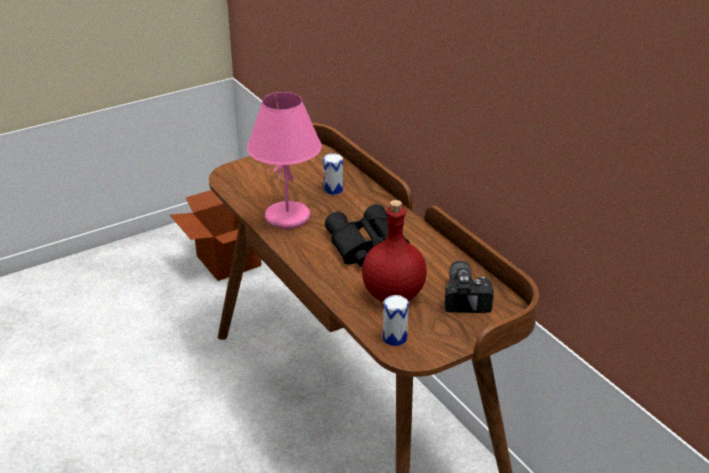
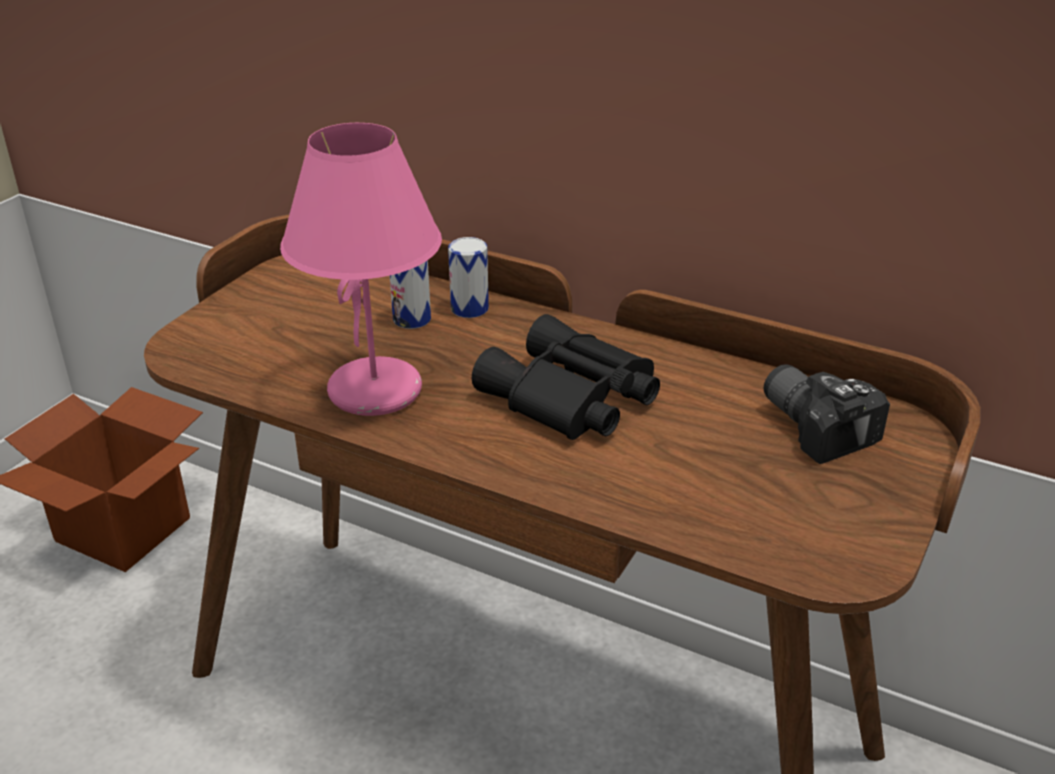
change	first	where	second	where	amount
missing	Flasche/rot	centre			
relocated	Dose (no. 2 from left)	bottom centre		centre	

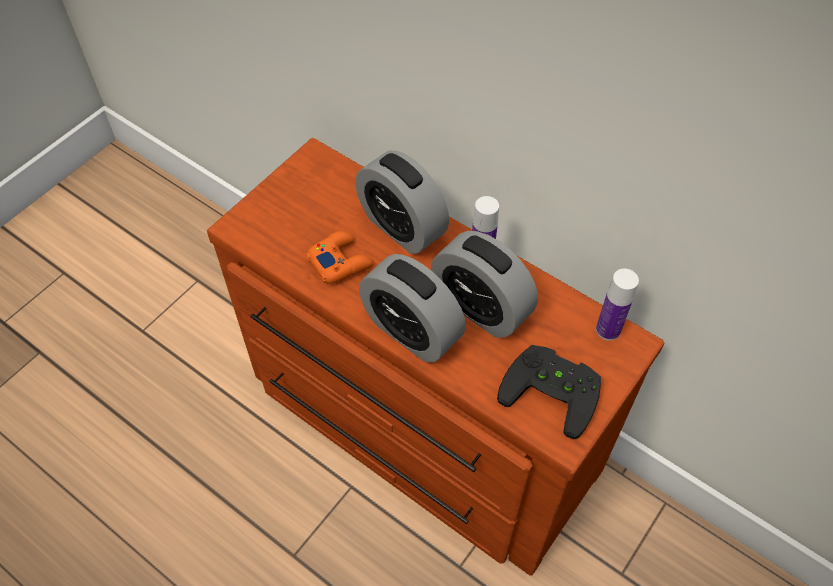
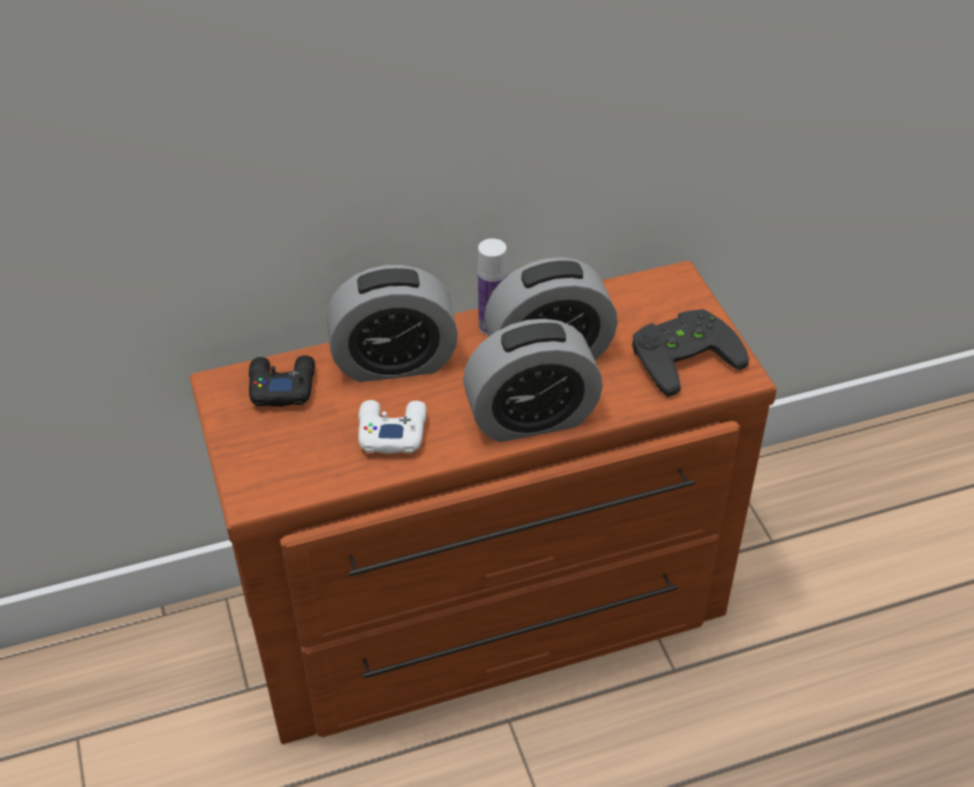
change	first	where	second	where	amount
colour	Gamepad/orange	centre	Gamepad/weiß	centre	
missing	Flasche (no. 2 from left)	middle right			
appeared			Gamepad/schwarz (no. 1 from left)	middle left	

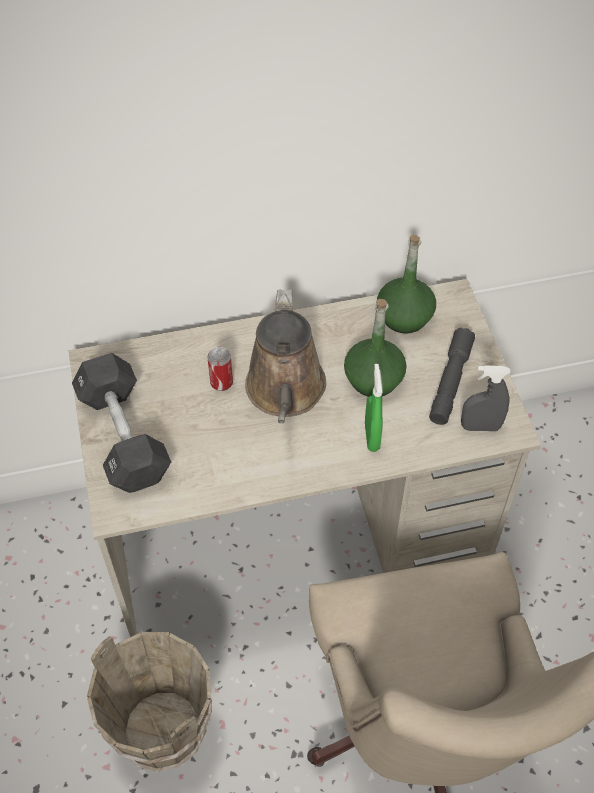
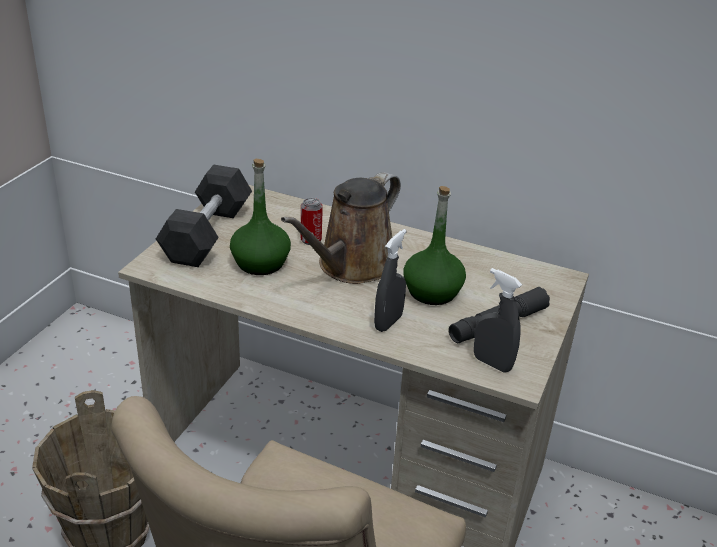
change	first	where	second	where	amount
colour	Sprühflasche/grün	centre	Sprühflasche/grau (no. 1 from left)	centre	
relocated	Flasche/grün (no. 2 from left in the first image)	middle right	Flasche/grün (no. 1 from left)	centre	

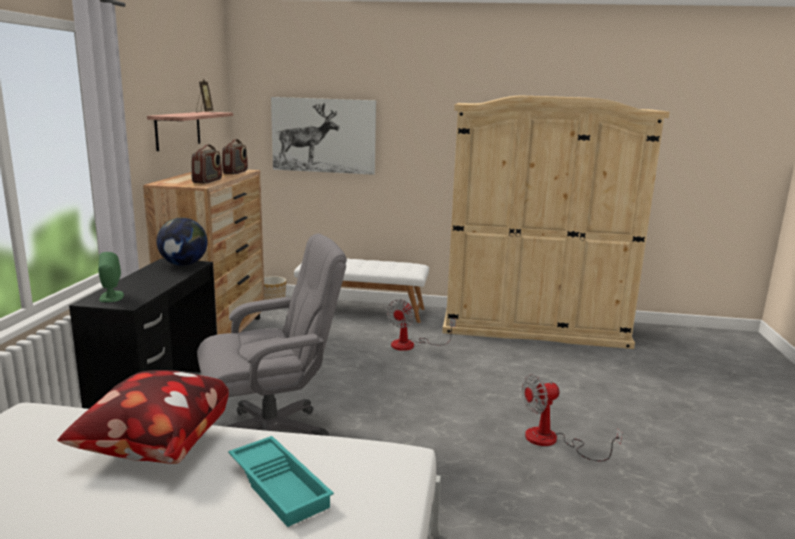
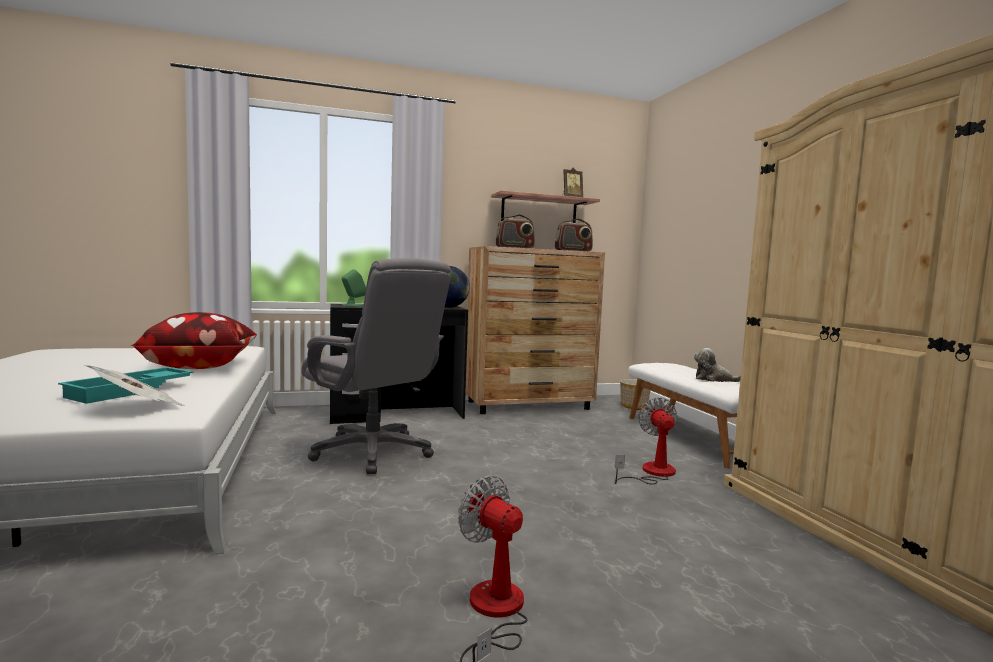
change	first	where	second	where	amount
missing	Bild	top centre			
spun	Ventilator (no. 1 from left in the first image)	centre	Ventilator (no. 2 from left)	centre	90 degrees clockwise
appeared			Zeitung	middle left	
appeared			Plüschtier	middle right	

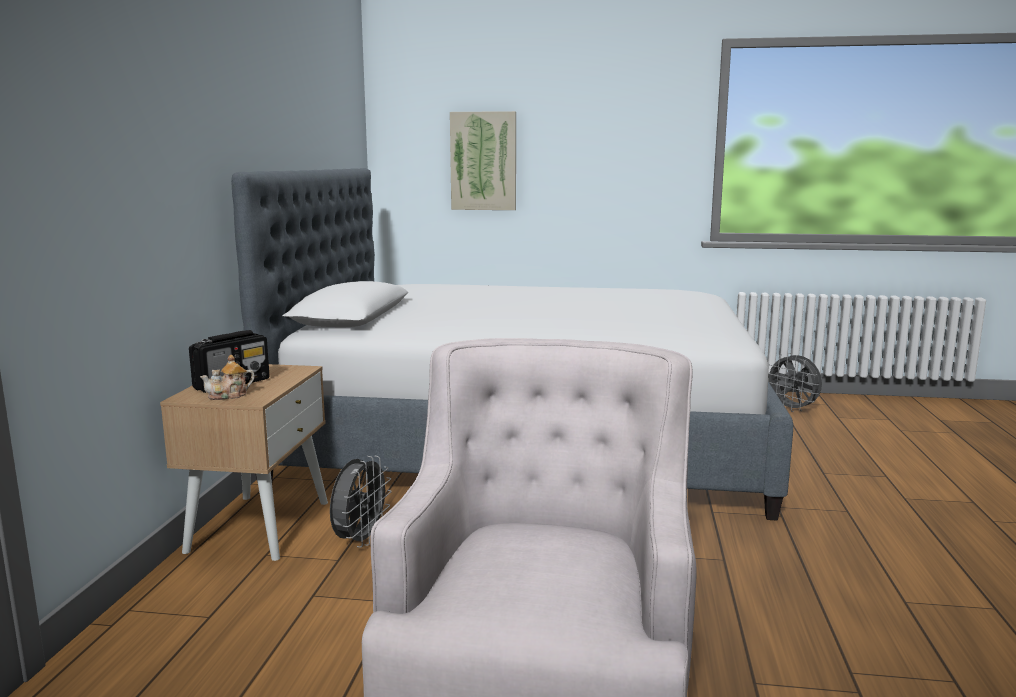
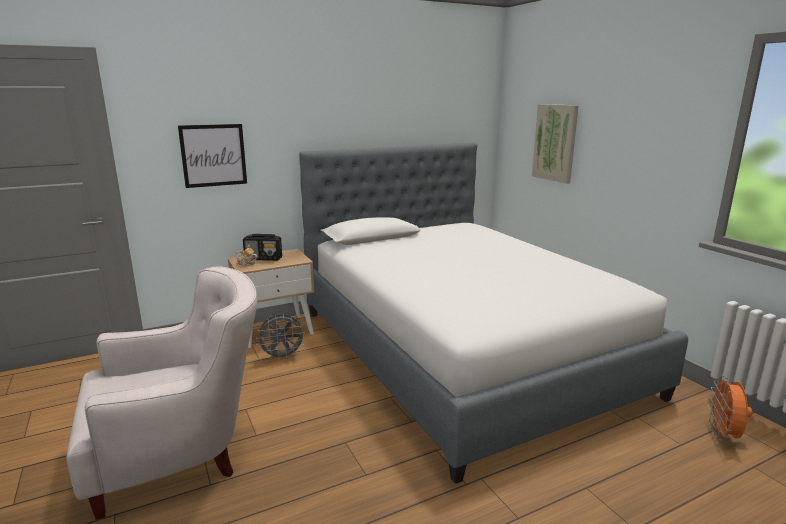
change	first	where	second	where	amount
colour	Ventilator/grau (no. 2 from left)	middle right	Ventilator/orange	bottom right	
appeared			Bild (no. 1 from left)	top left	

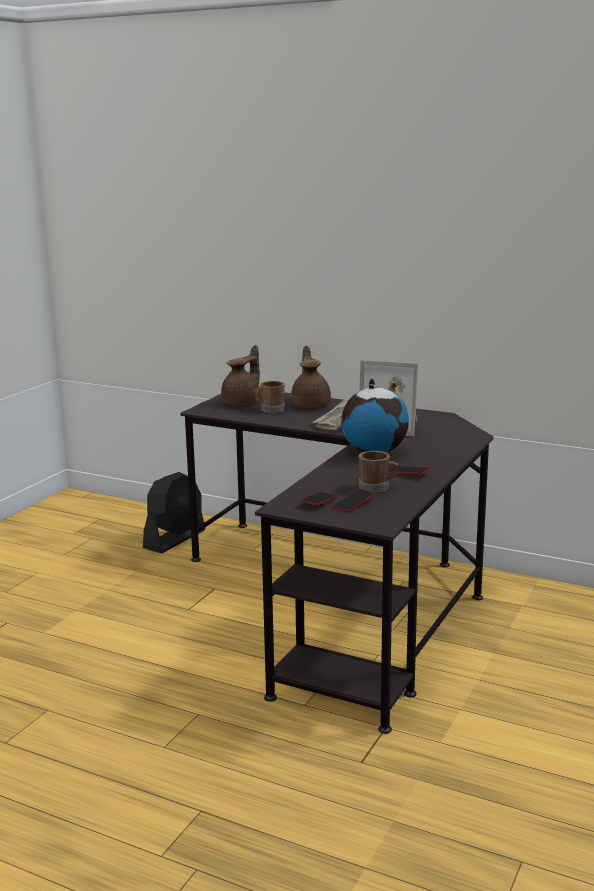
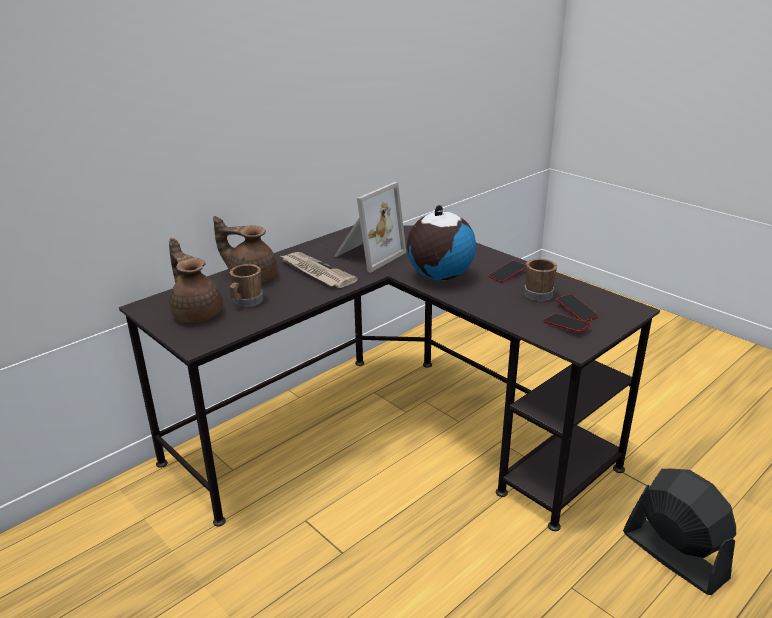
change	first	where	second	where	amount
relocated	Ventilator/schwarz	middle left		bottom right	

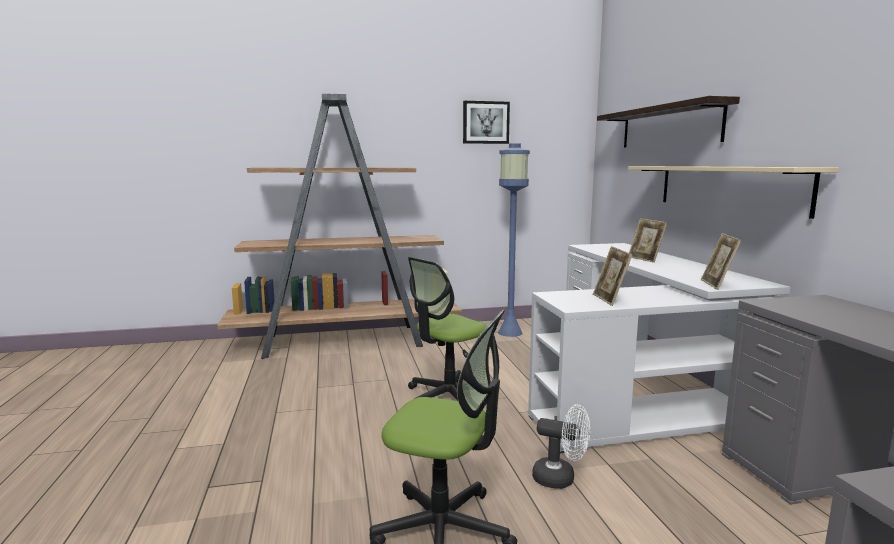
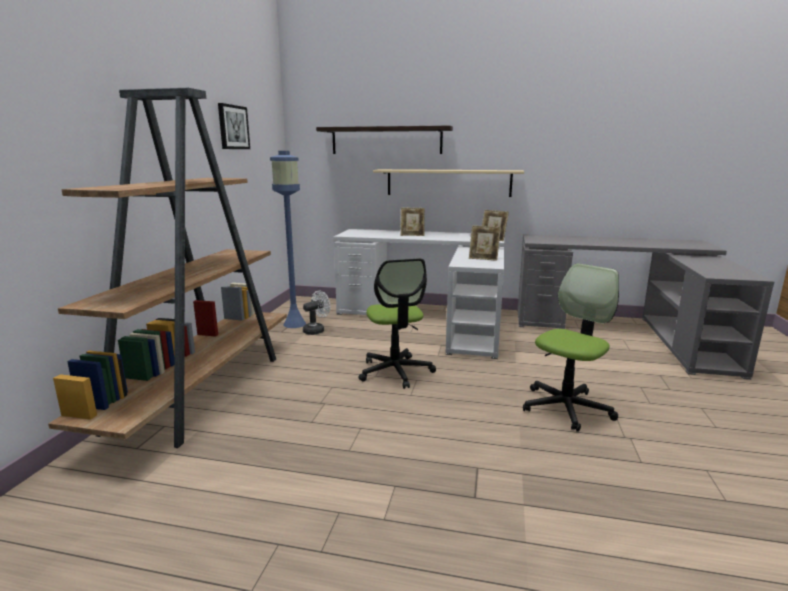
change	first	where	second	where	amount
relocated	Ventilator/weiß	bottom centre		centre	

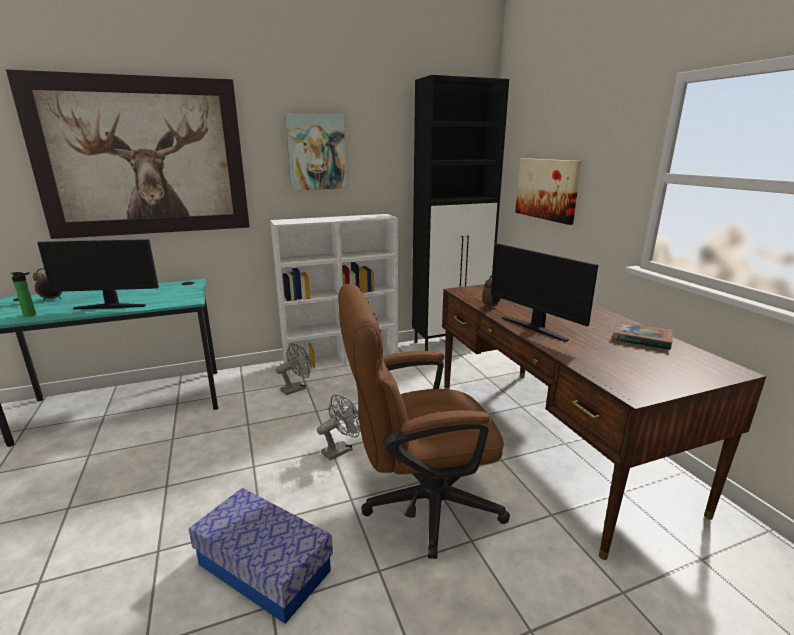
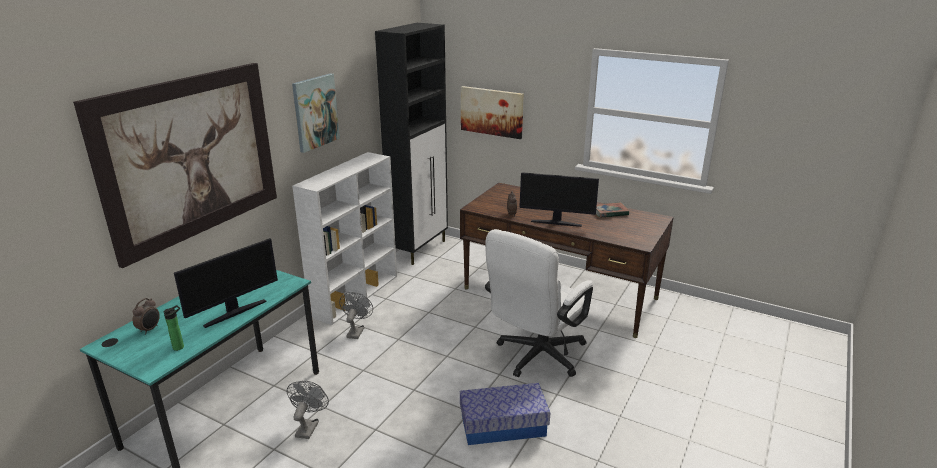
change	first	where	second	where	amount
relocated	Ventilator/grau (no. 2 from left in the first image)	bottom centre	Ventilator/grau (no. 1 from left)	bottom left	
colour	Bürostuhl/braun	centre	Bürostuhl/weiß	centre	

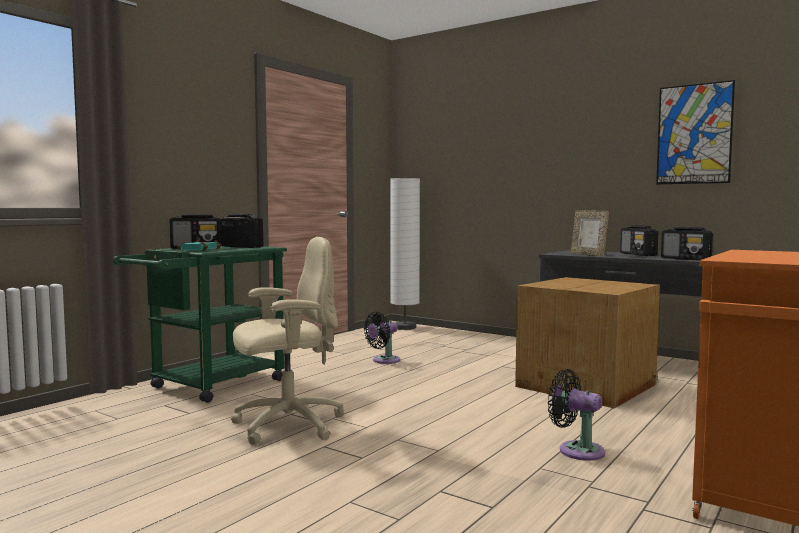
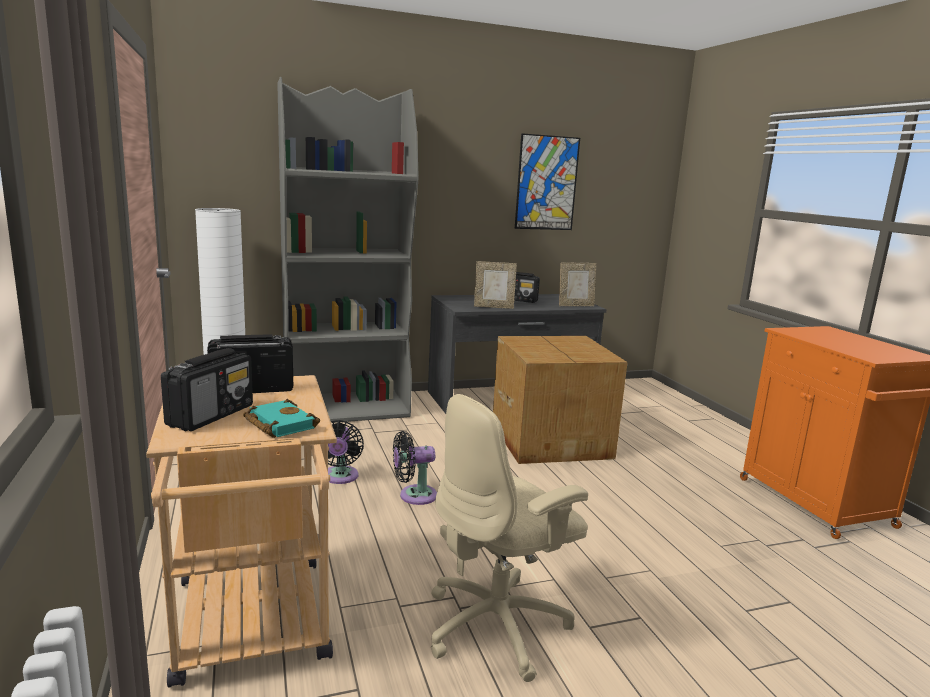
change	first	where	second	where	amount
colour	Rollwagen/grün	middle left	Rollwagen/beige	bottom left	
spun	Bürostuhl/beige	centre		bottom centre	135 degrees counterclockwise
relocated	Ventilator/schwarz (no. 2 from left)	bottom right		bottom centre	
exchanged	Radio (no. 4 from left)	middle right	Bilderrahmen (no. 2 from left)	centre	
appeared			Bücherregal/grau	centre	

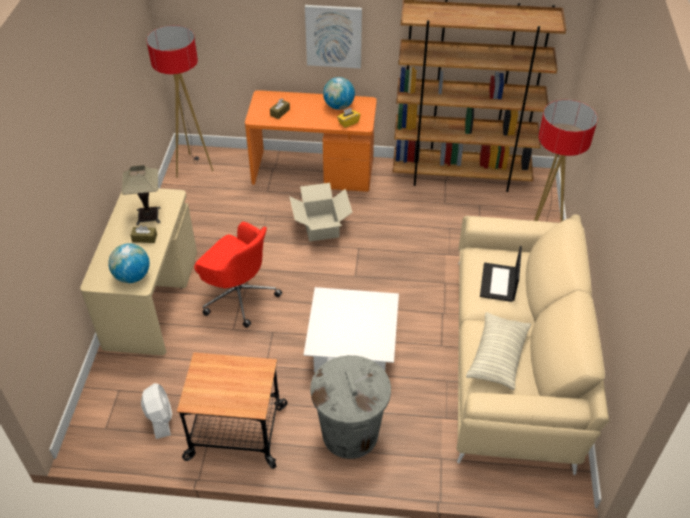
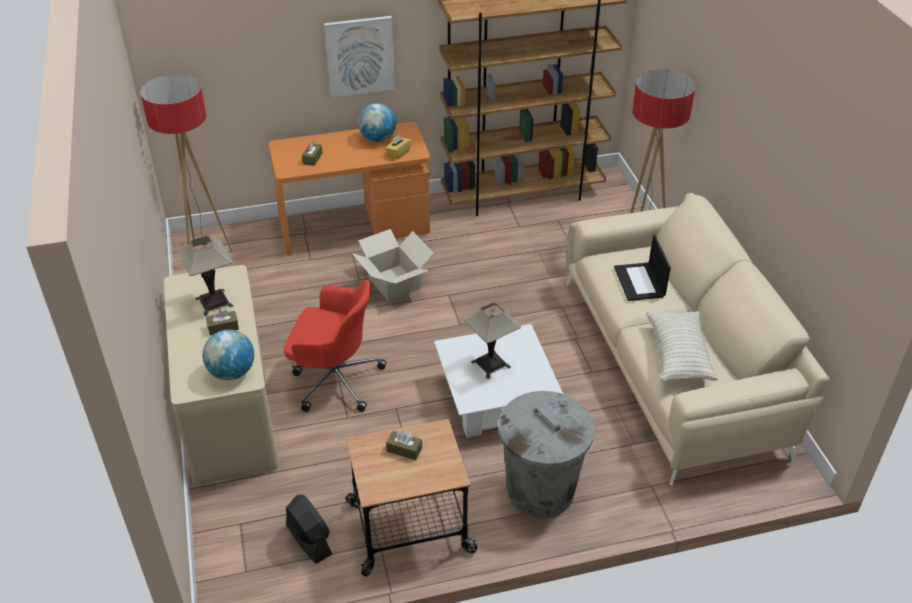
change	first	where	second	where	amount
colour	Ventilator/weiß	bottom left	Ventilator/schwarz	bottom centre	
appeared			Taschentuchbox/braun (no. 3 from left)	bottom centre	
appeared			Tischlampe (no. 2 from left)	centre	

